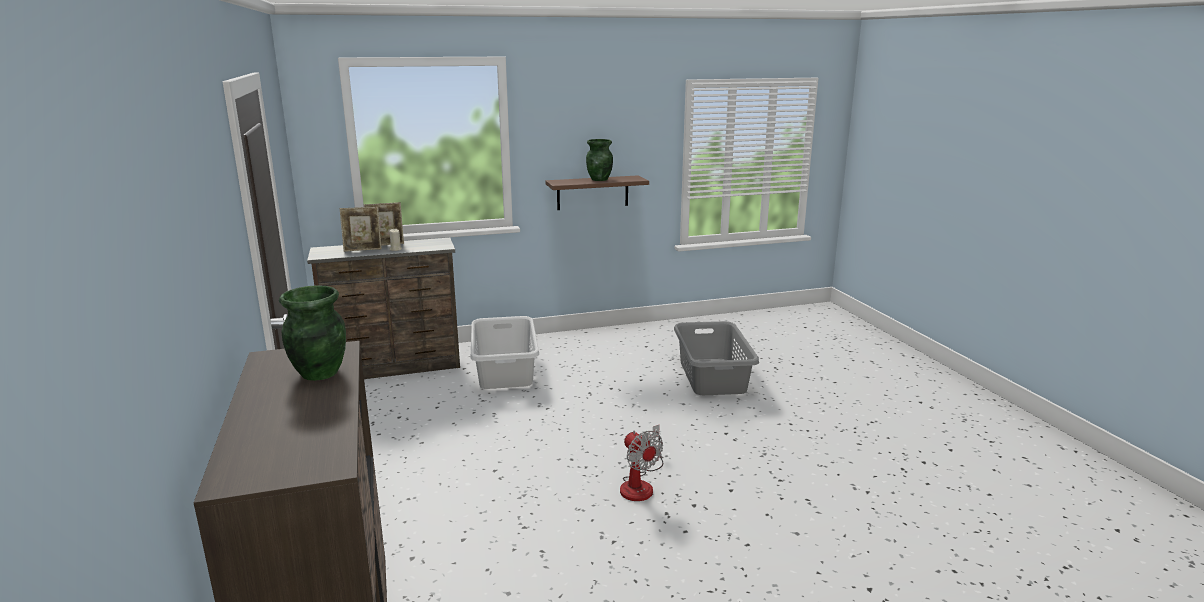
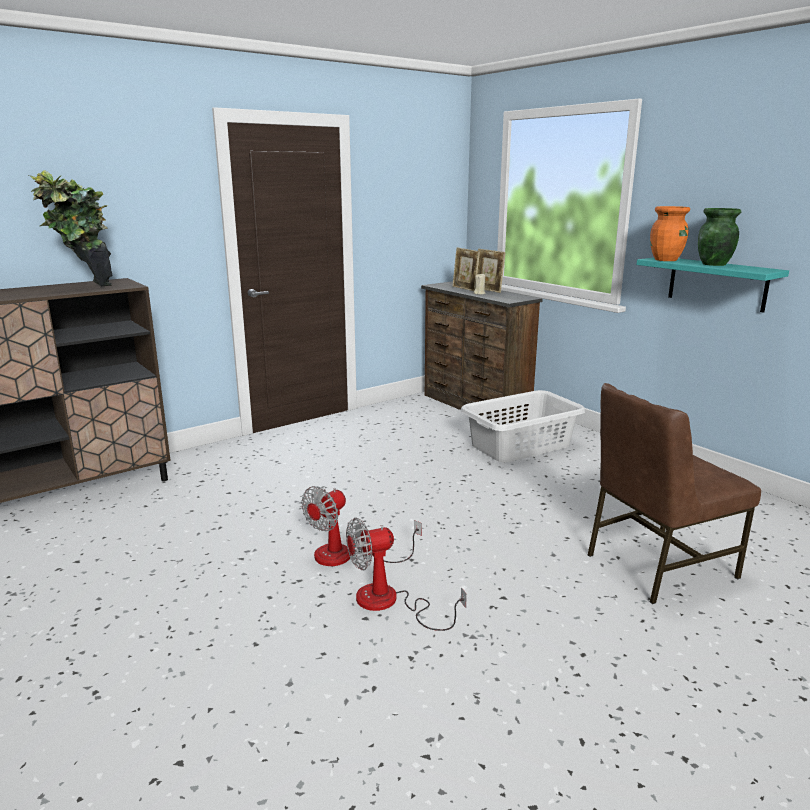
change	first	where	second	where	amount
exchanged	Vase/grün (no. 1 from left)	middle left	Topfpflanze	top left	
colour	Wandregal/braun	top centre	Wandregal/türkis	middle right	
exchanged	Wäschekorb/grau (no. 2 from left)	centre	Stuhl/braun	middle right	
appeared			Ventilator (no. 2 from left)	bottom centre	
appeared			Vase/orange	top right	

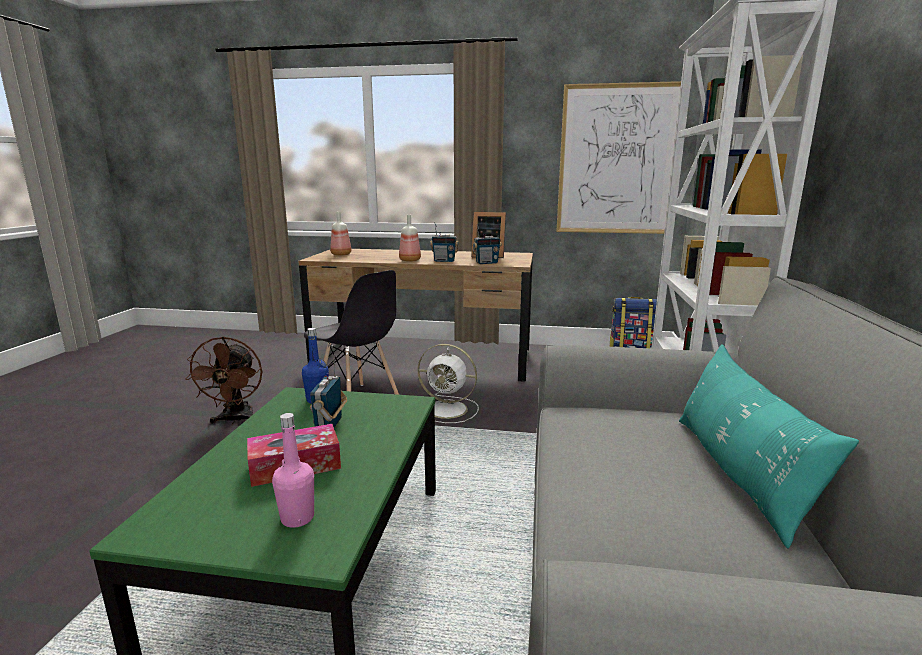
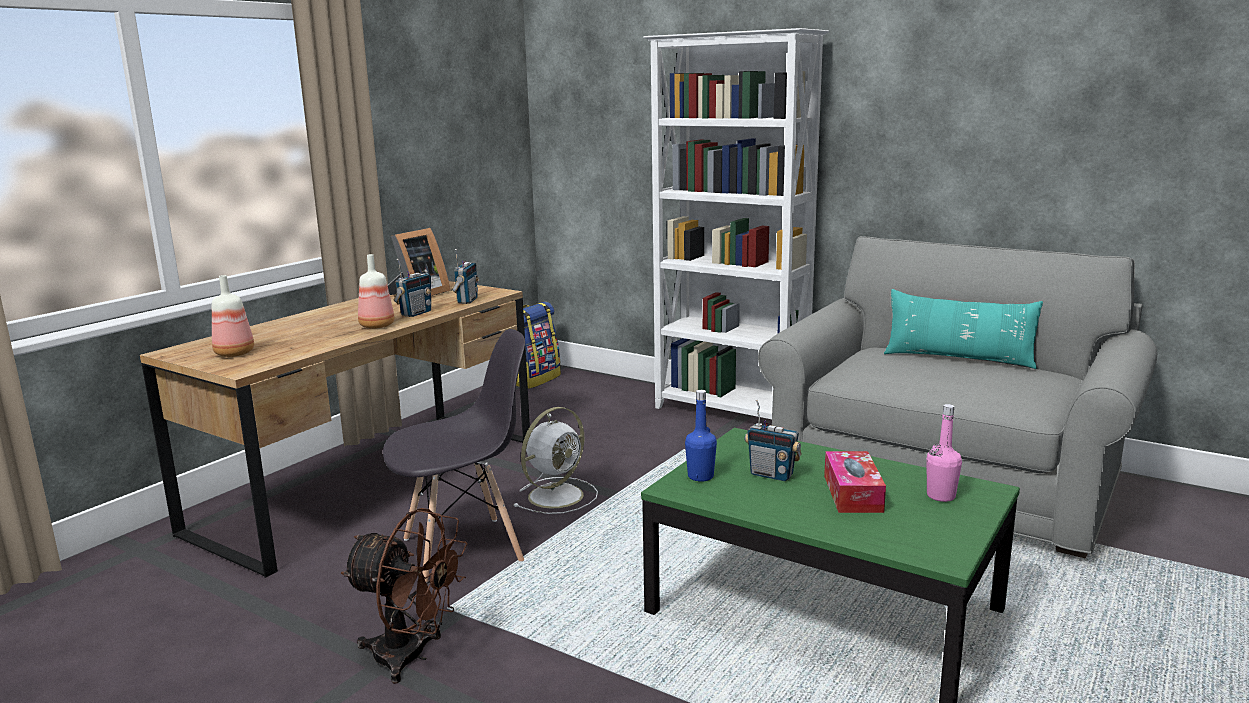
change	first	where	second	where	amount
missing	Bild	top right			

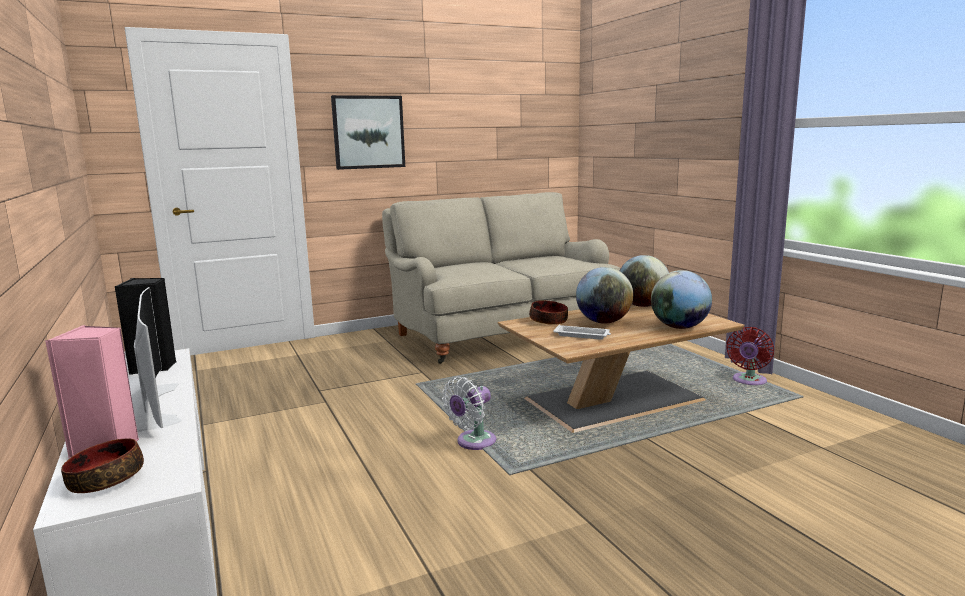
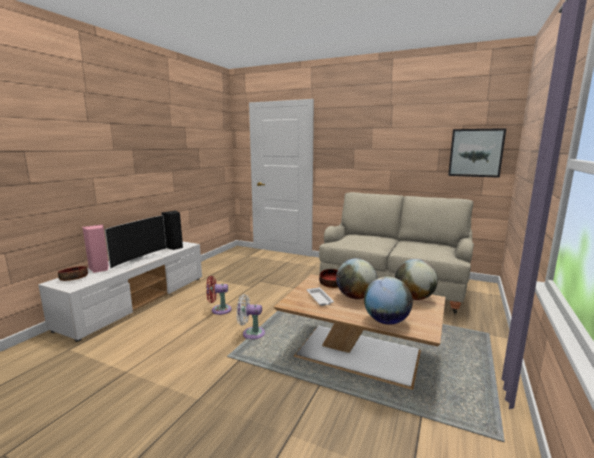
change	first	where	second	where	amount
relocated	Bild	top centre		middle right	
relocated	Ventilator/rot	middle right		centre	

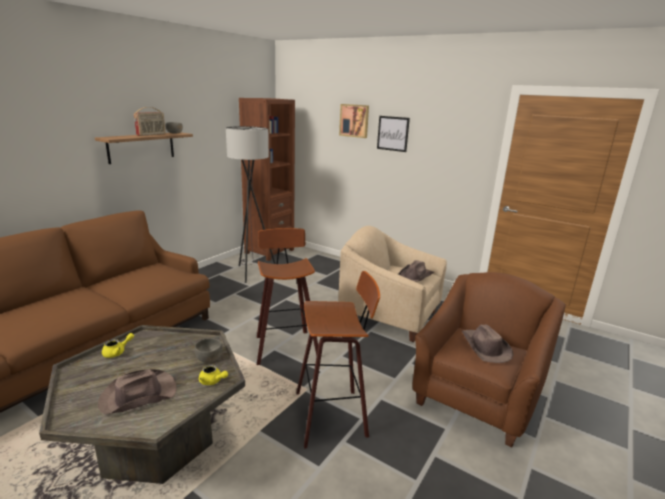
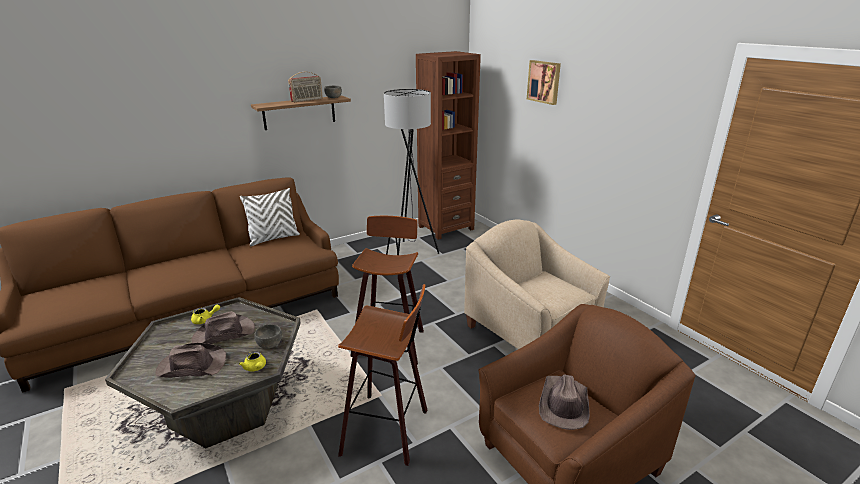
change	first	where	second	where	amount
missing	Bild (no. 2 from left)	top centre			
relocated	Hut/braun (no. 2 from left)	centre		bottom left	
appeared			Kissen/weiß	middle left	

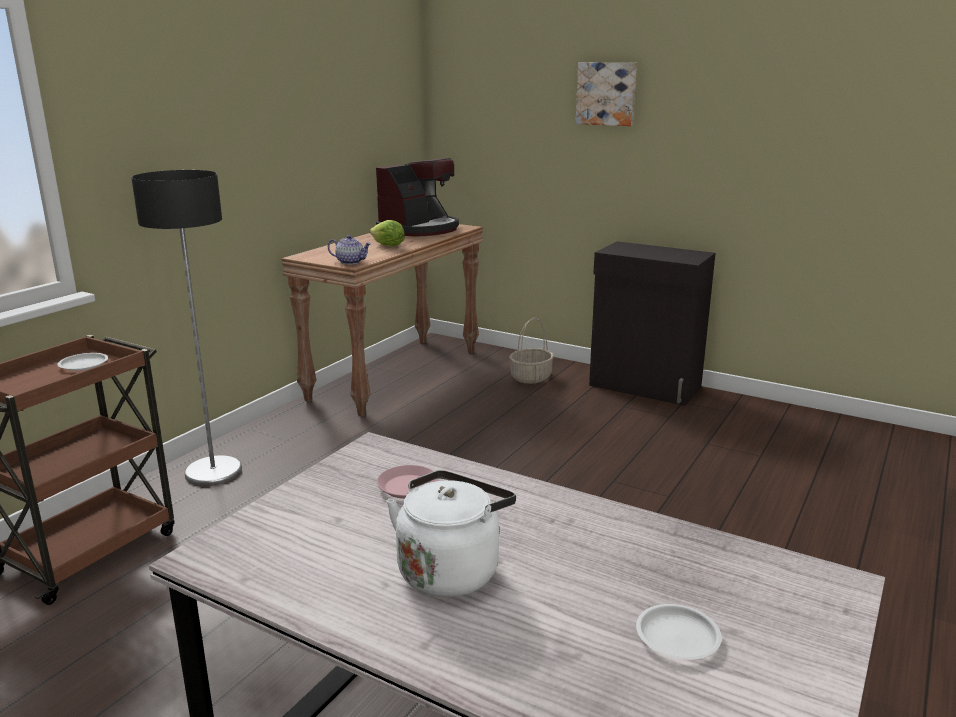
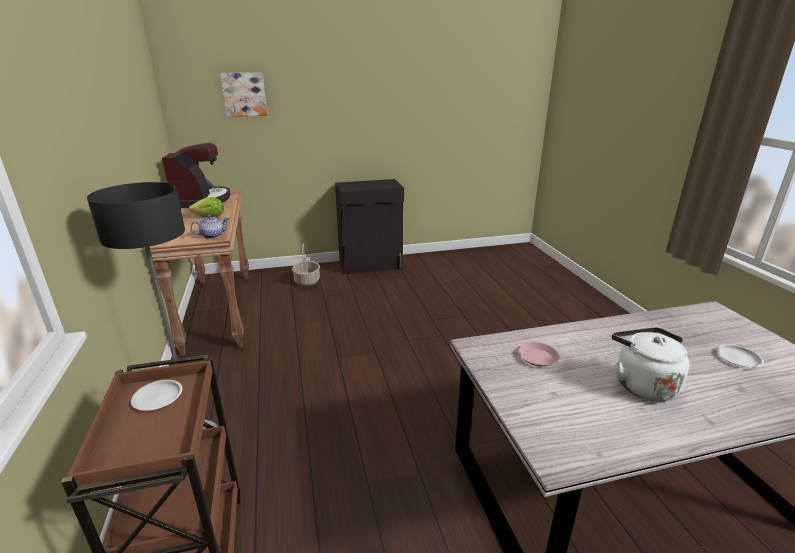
change	first	where	second	where	amount
relocated	Bild	top centre		top left	

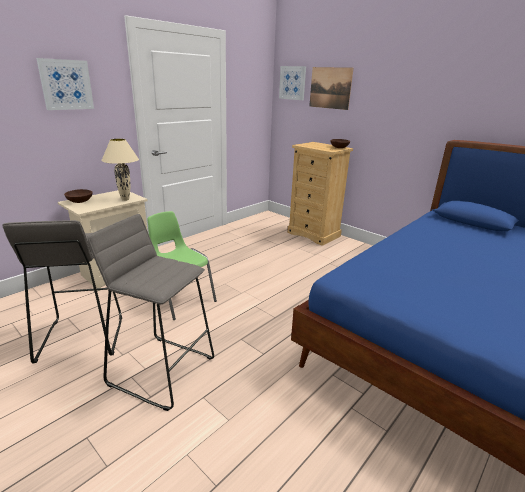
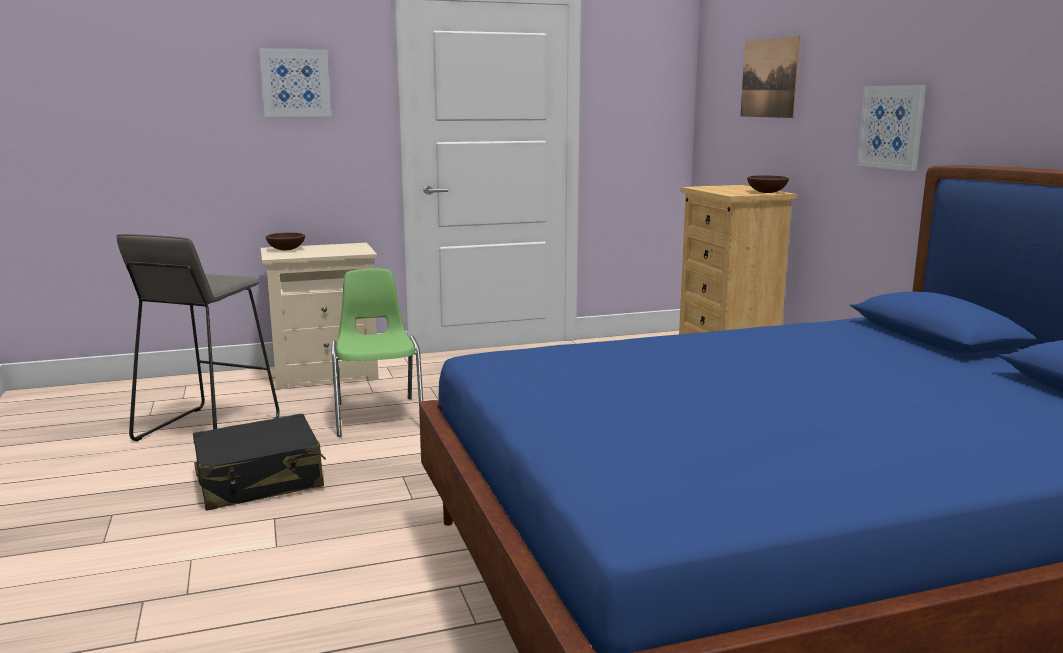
change	first	where	second	where	amount
exchanged	Hocker/grau (no. 2 from left)	middle left	Koffer/schwarz	bottom left	
missing	Tischlampe/beige	middle left			
relocated	Bild (no. 2 from left in the first image)	top centre	Bild (no. 3 from left)	top right	

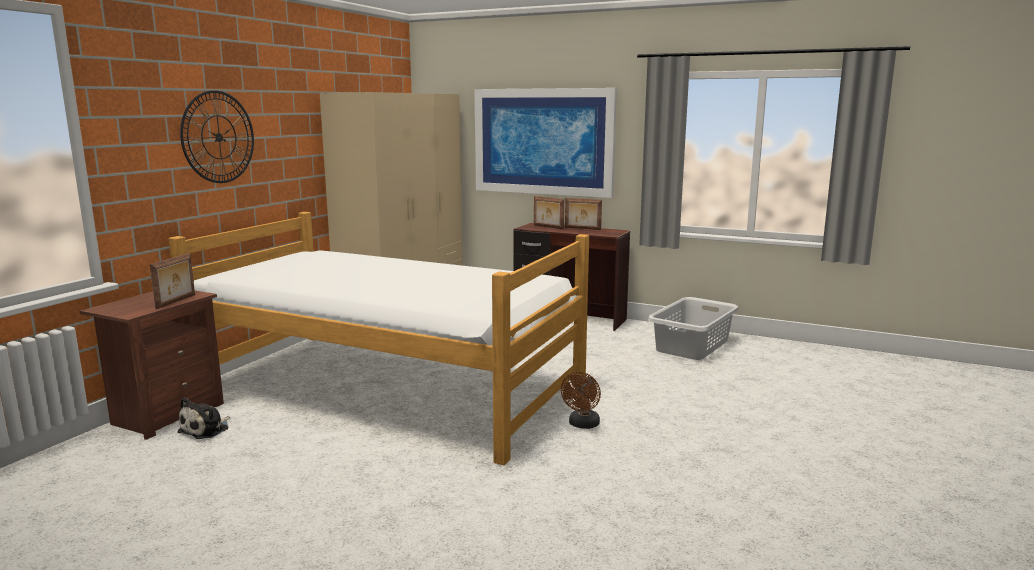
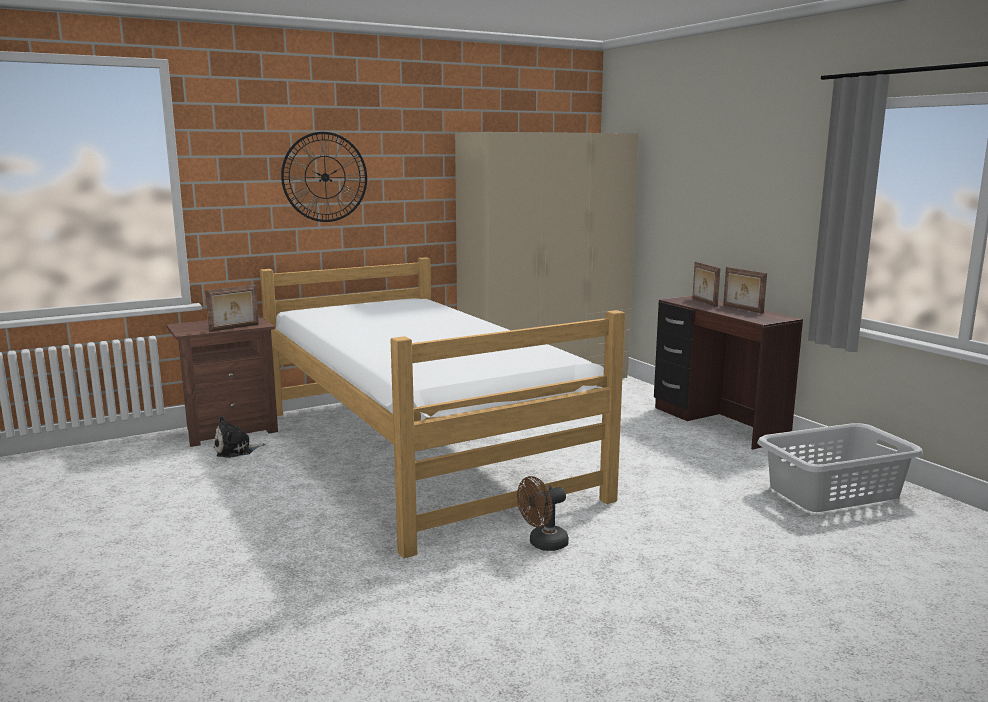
change	first	where	second	where	amount
missing	Bild	top centre			

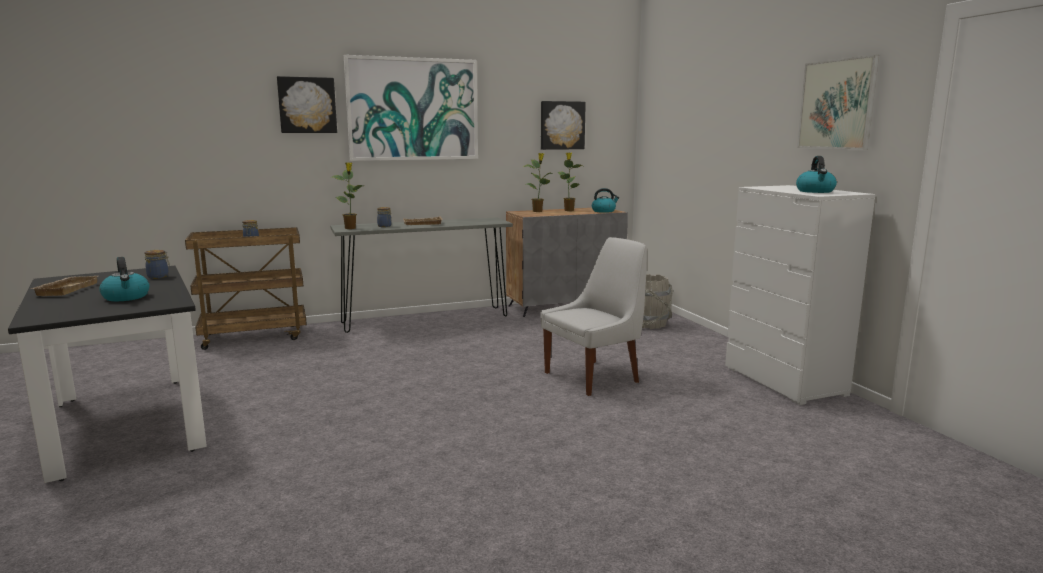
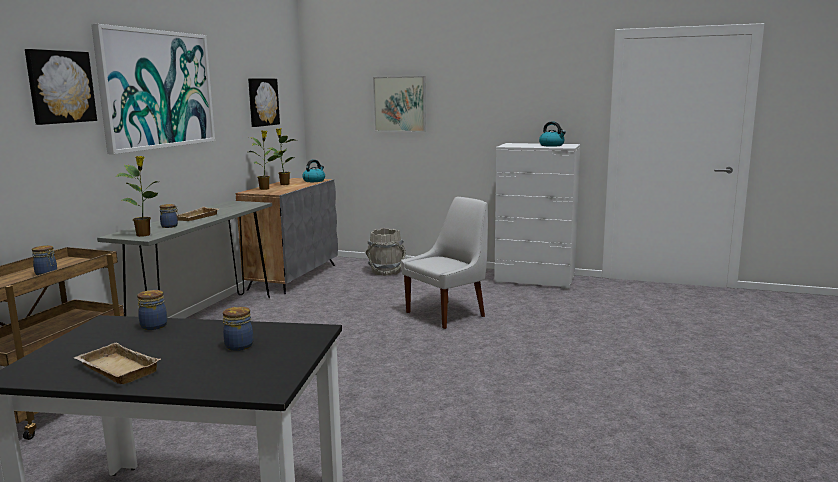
change	first	where	second	where	amount
exchanged	Wasserkessel (no. 1 from left)	middle left	Vorratsglas (no. 4 from left)	bottom left	
spun	Stuhl/weiß	centre		centre	45 degrees clockwise
relocated	Bild (no. 4 from left)	top right		top centre	

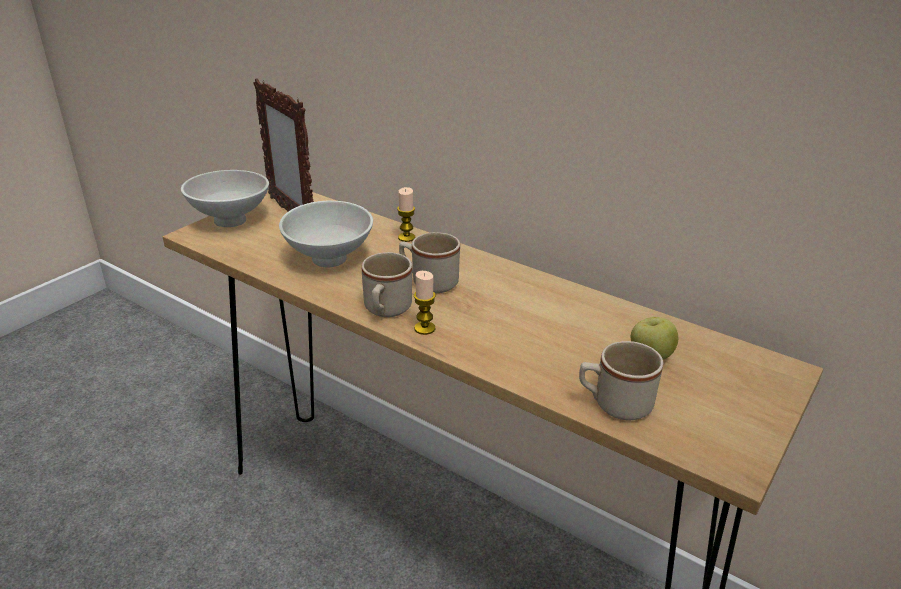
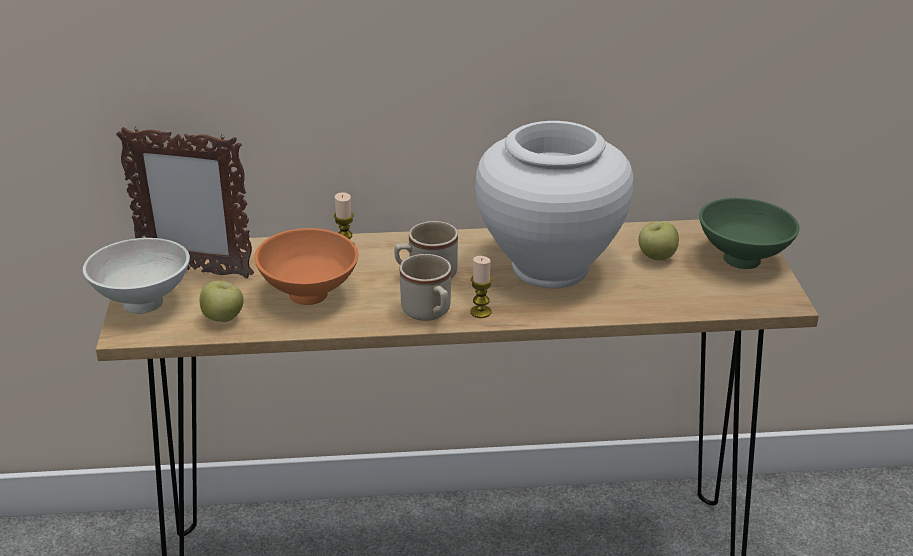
change	first	where	second	where	amount
colour	Schüssel/weiß (no. 2 from left)	centre	Schüssel/orange	centre	
missing	Henkelbecher/beige (no. 3 from left)	middle right			
appeared			Apfel (no. 1 from left)	middle left	
appeared			Vase/weiß	centre	
appeared			Schüssel/grün	middle right	

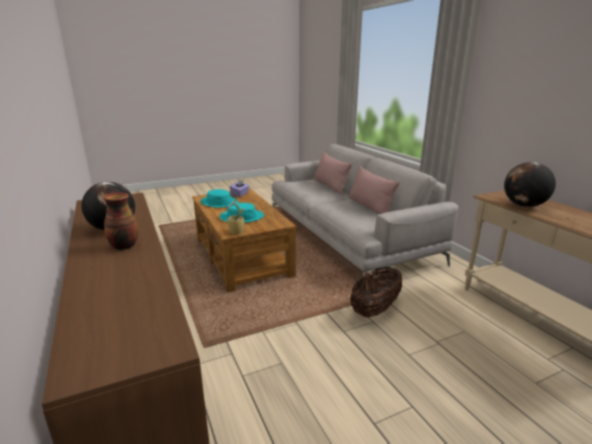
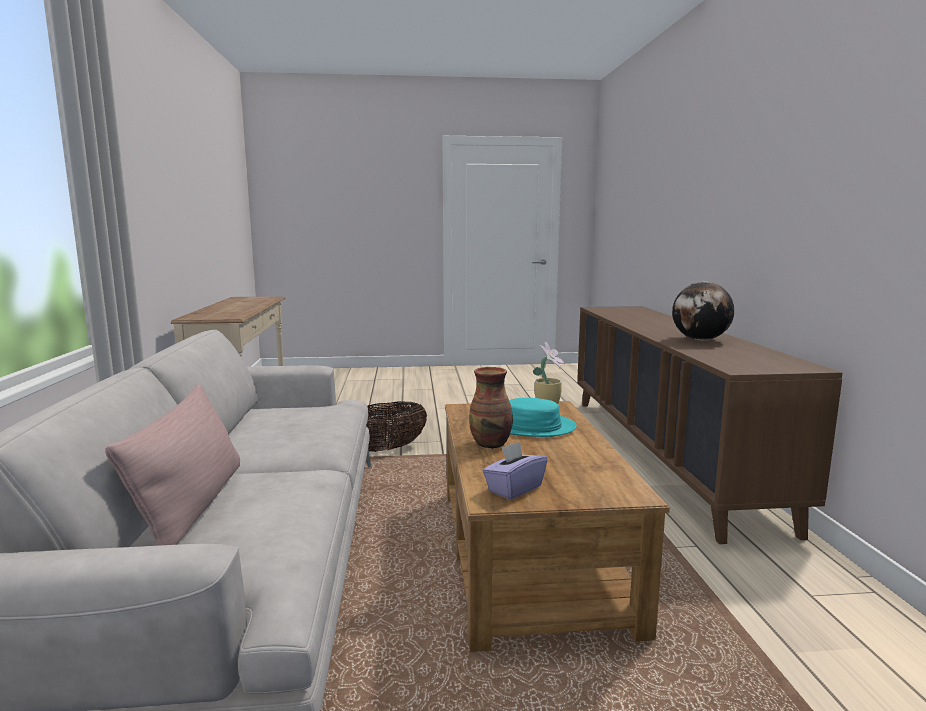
change	first	where	second	where	amount
relocated	Vase	middle left		centre	
missing	Hut/türkis (no. 1 from left)	centre			
missing	Kissen/rosa (no. 2 from left)	centre			
missing	Globus (no. 2 from left)	middle right			

